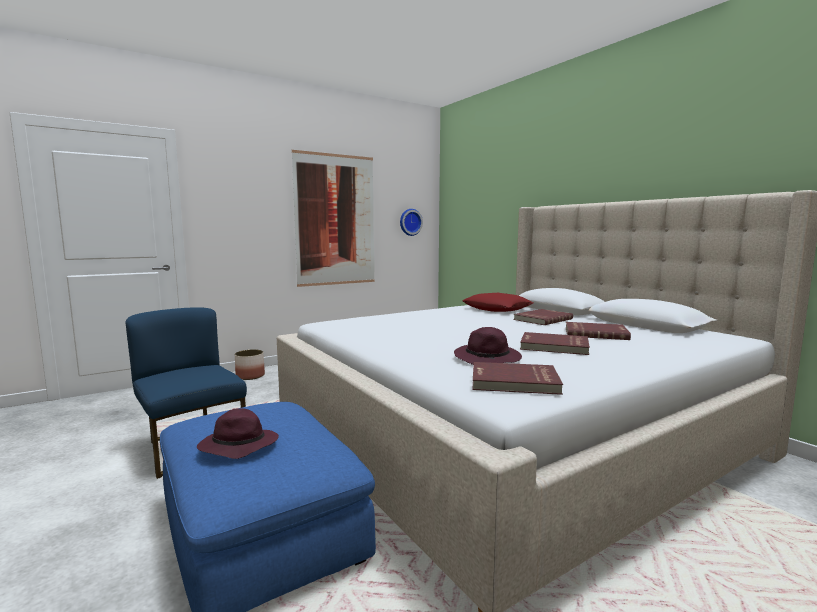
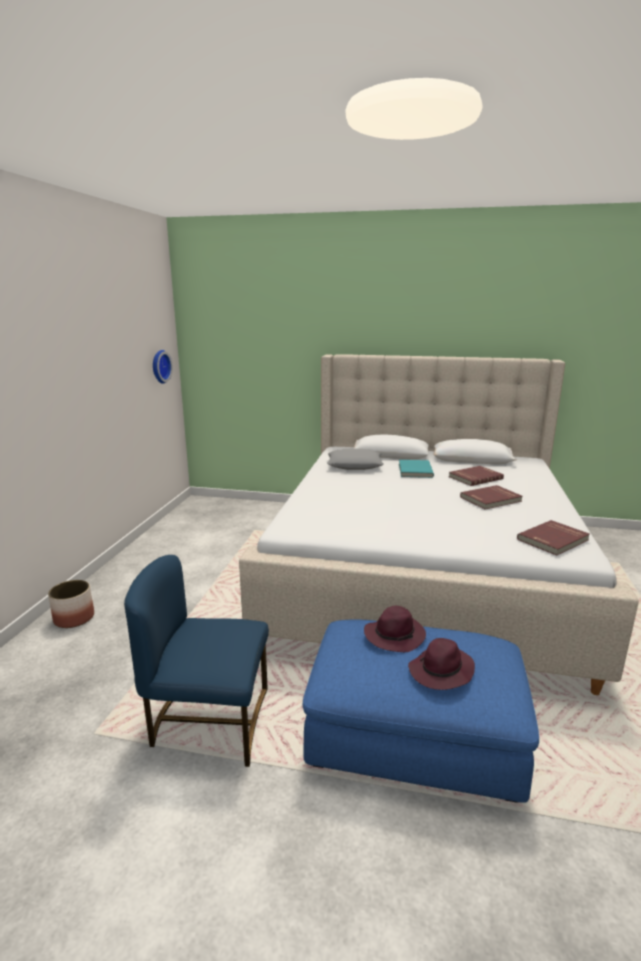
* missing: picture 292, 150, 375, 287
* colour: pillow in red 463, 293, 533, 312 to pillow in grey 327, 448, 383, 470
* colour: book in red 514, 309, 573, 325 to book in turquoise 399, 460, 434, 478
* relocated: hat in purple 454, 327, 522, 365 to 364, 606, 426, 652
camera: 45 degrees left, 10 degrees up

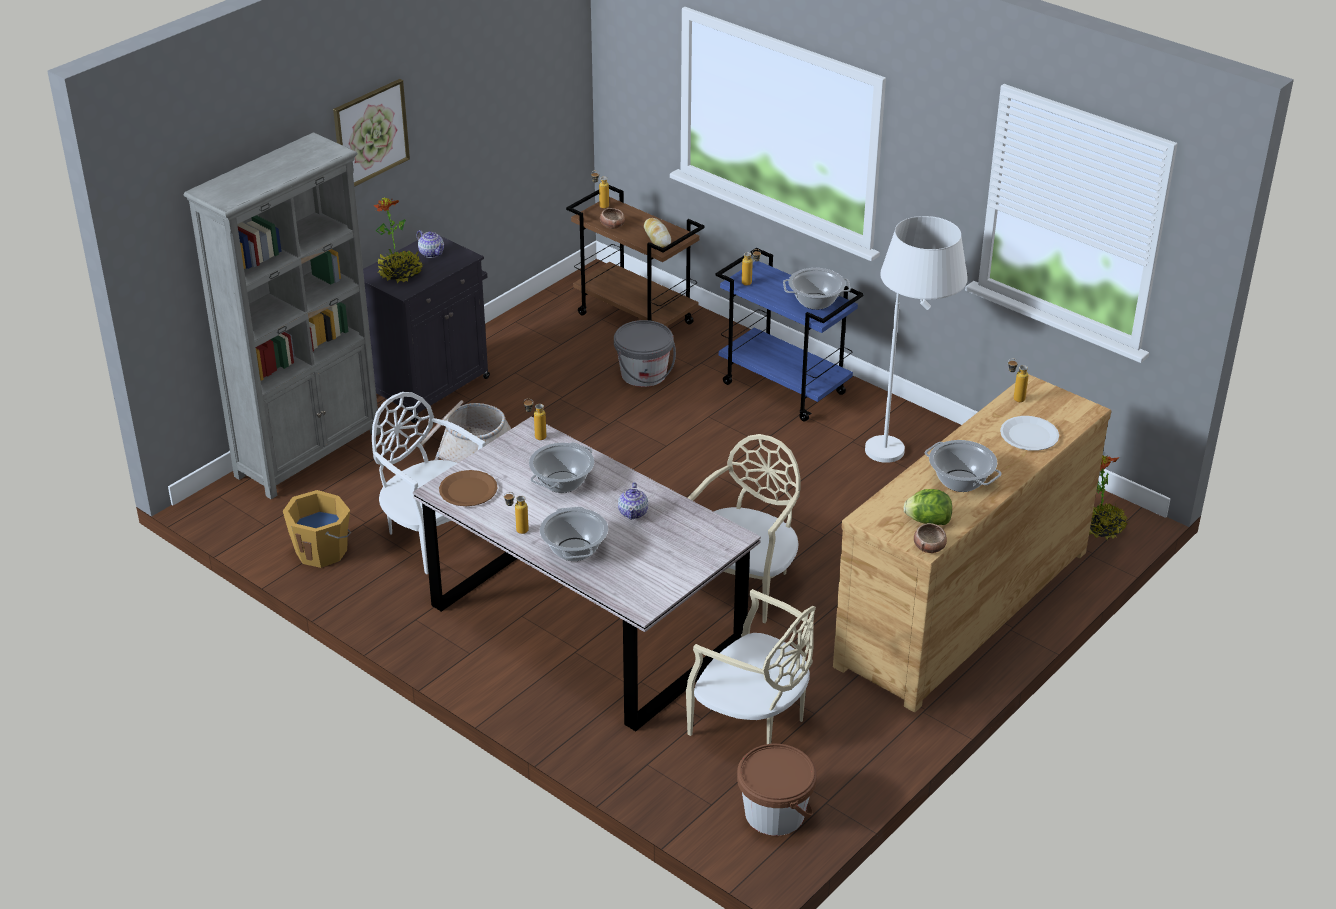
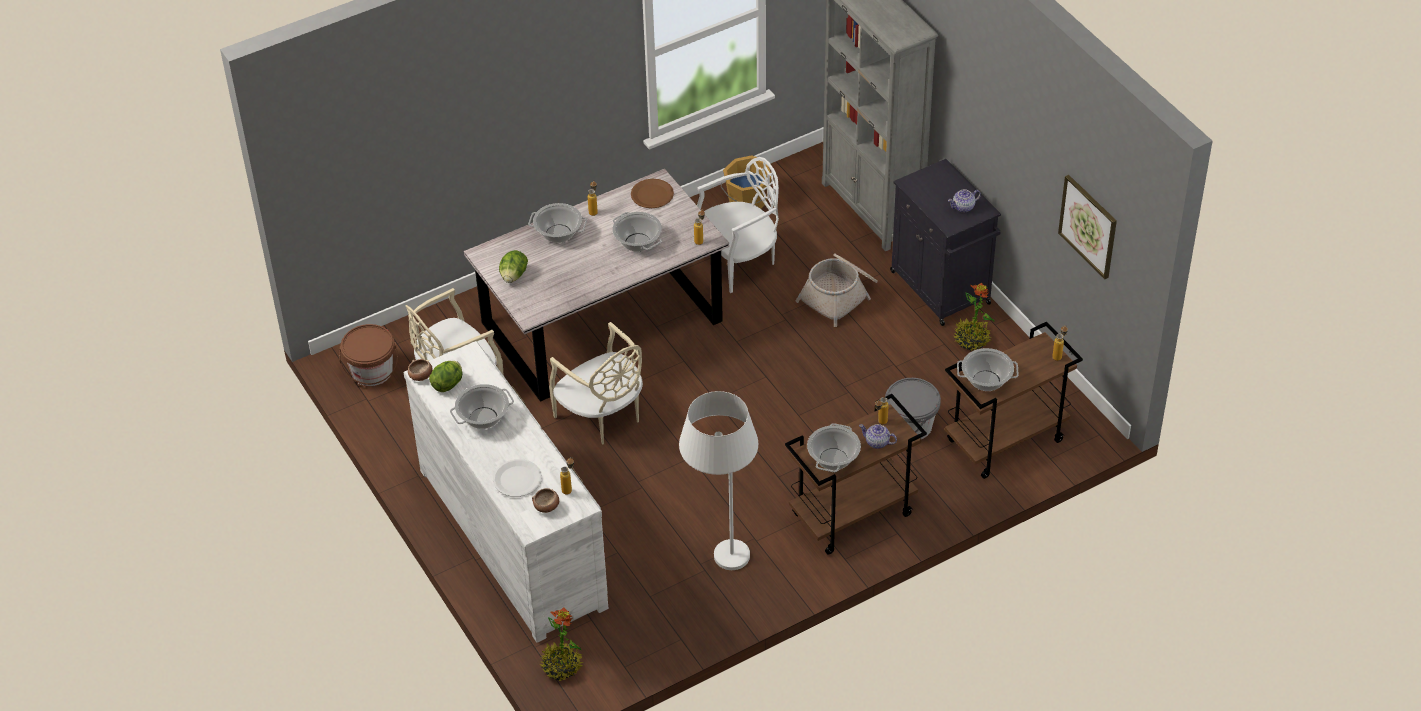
* relocated: picture 333, 79, 410, 187 to 1058, 175, 1117, 279
* relocated: potted plant 373, 197, 423, 283 to 954, 283, 995, 350
* relocated: bowl 600, 208, 625, 229 to 532, 488, 559, 513
* exchanged: bread 644, 218, 671, 248 to cooking pot 957, 348, 1019, 391
* colour: cart in blue 716, 248, 864, 422 to cart in brown 785, 394, 927, 555
* colour: dresser in brown 833, 374, 1111, 712 to dresser in white 404, 341, 608, 643
* relocated: teapot 618, 482, 648, 520 to 859, 424, 897, 449
* appeared: lettuce 499, 250, 528, 283
camera: 110 degrees right, 10 degrees up

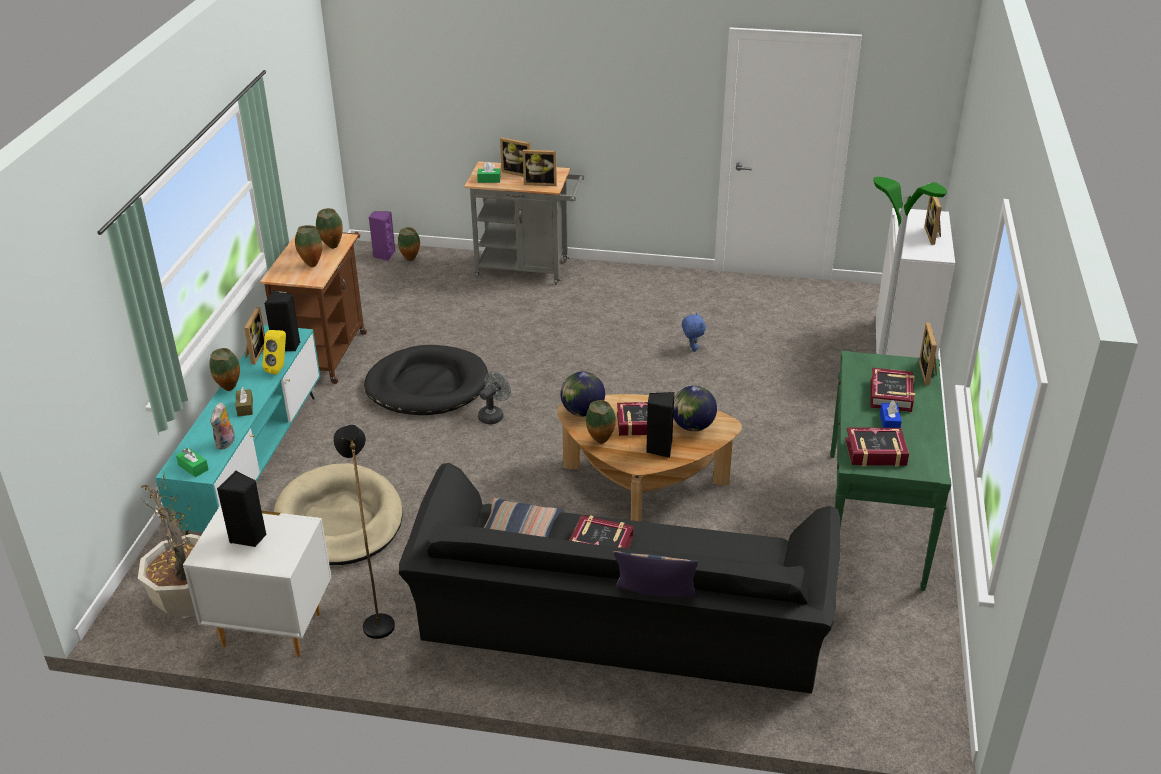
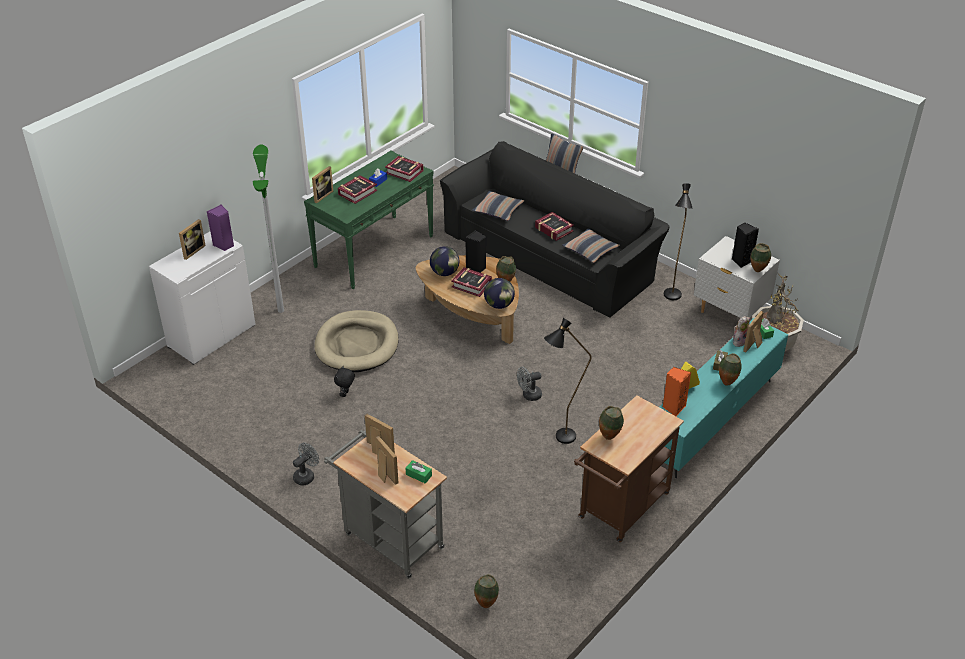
* relocated: speaker in purple 369, 211, 395, 261 to 206, 204, 234, 251
* relocated: vase 295, 225, 322, 267 to 751, 243, 771, 272
* colour: speaker in black 264, 291, 300, 351 to speaker in orange 663, 367, 691, 416
* relocated: picture frame 244, 307, 265, 365 to 743, 311, 764, 352
* colour: plush toy in blue 682, 312, 706, 352 to plush toy in black 334, 366, 355, 397
* exchanged: dog bed in black 364, 345, 488, 415 to floor lamp in black 544, 318, 592, 444
* relocated: dog bed in beige 274, 463, 403, 565 to 315, 310, 399, 372
* appeared: pillow 472, 191, 524, 221
* appeared: fan in grey 293, 443, 319, 486
camera: 150 degrees left, 5 degrees up

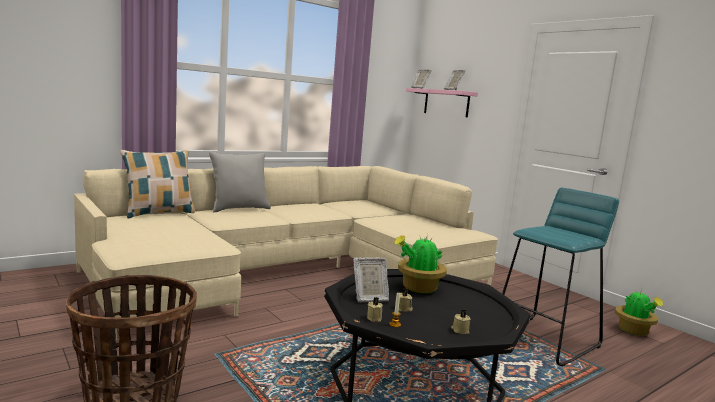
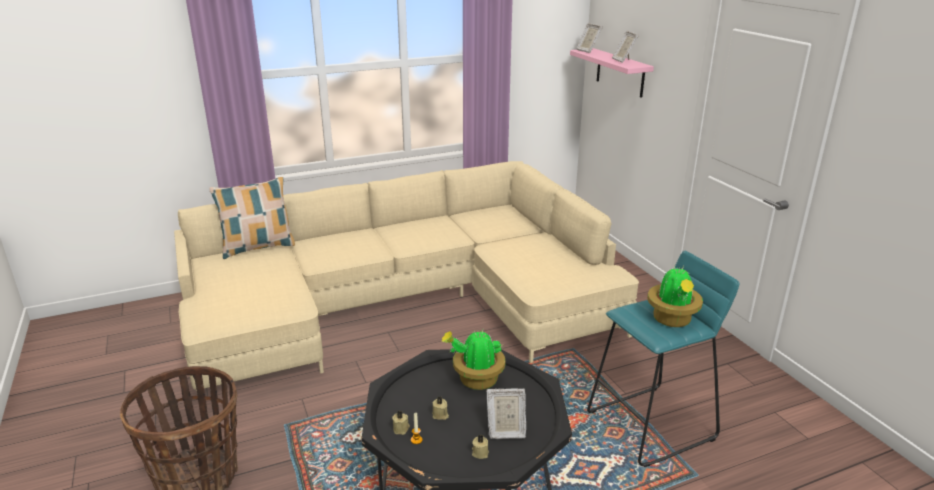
* missing: pillow in grey 209, 152, 271, 212
* relocated: picture frame 353, 258, 389, 302 to 486, 388, 526, 439
* relocated: potted plant 615, 290, 663, 336 to 647, 266, 703, 327
camera: 15 degrees right, 15 degrees up

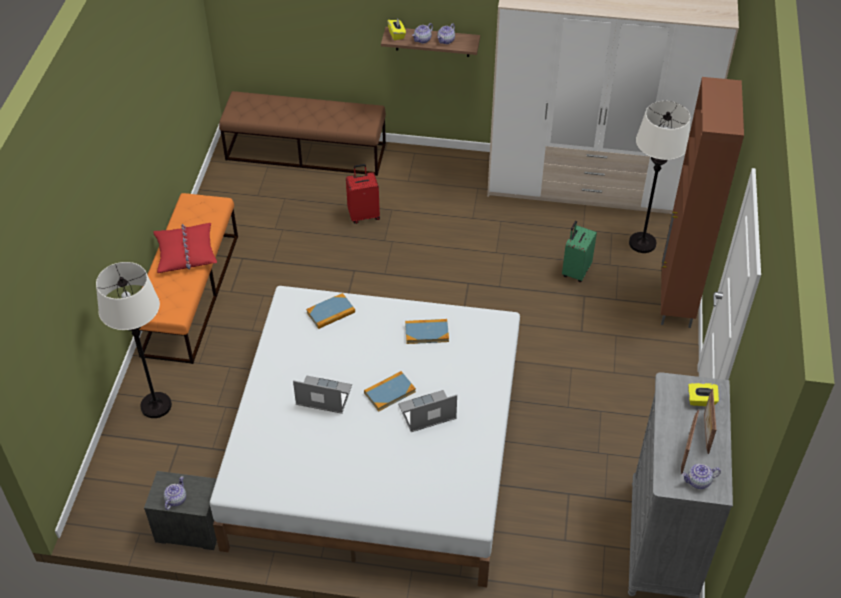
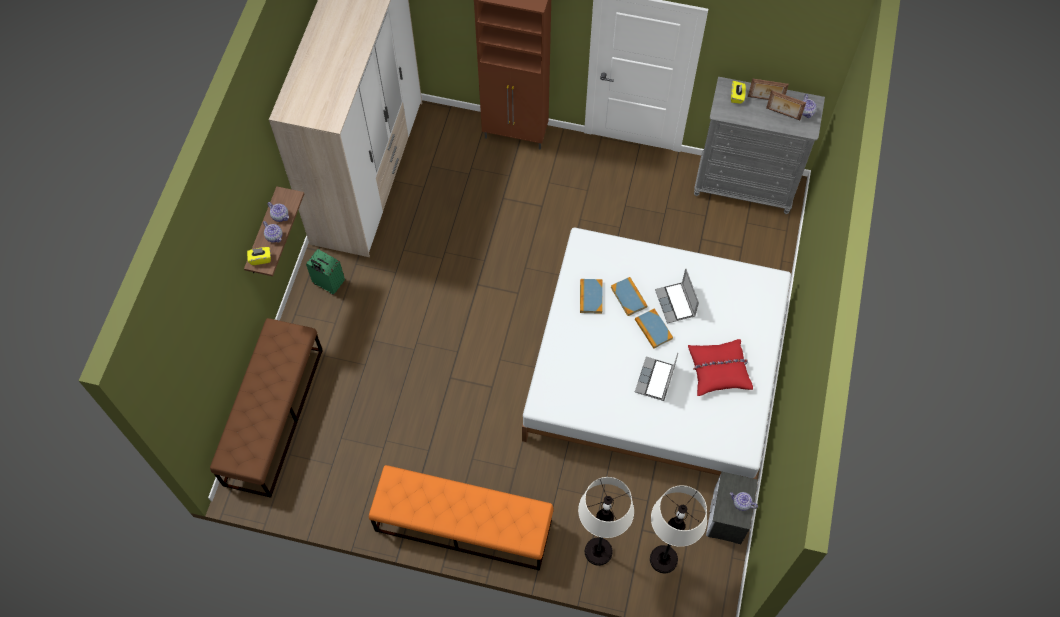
* relocated: floor lamp in white 629, 101, 690, 253 to 650, 485, 707, 573
* missing: suitcase in red 346, 164, 380, 224
* relocated: suitcase in green 562, 221, 597, 282 to 306, 249, 345, 295
* relocated: pillow in red 153, 223, 217, 273 to 688, 339, 753, 396
* relocated: book 306, 293, 355, 329 to 611, 277, 648, 316
camera: 85 degrees left, 15 degrees up

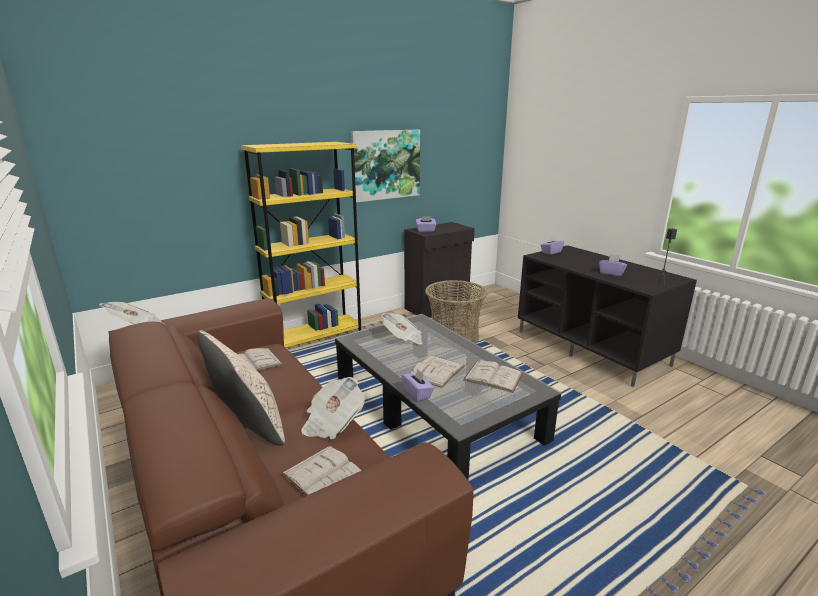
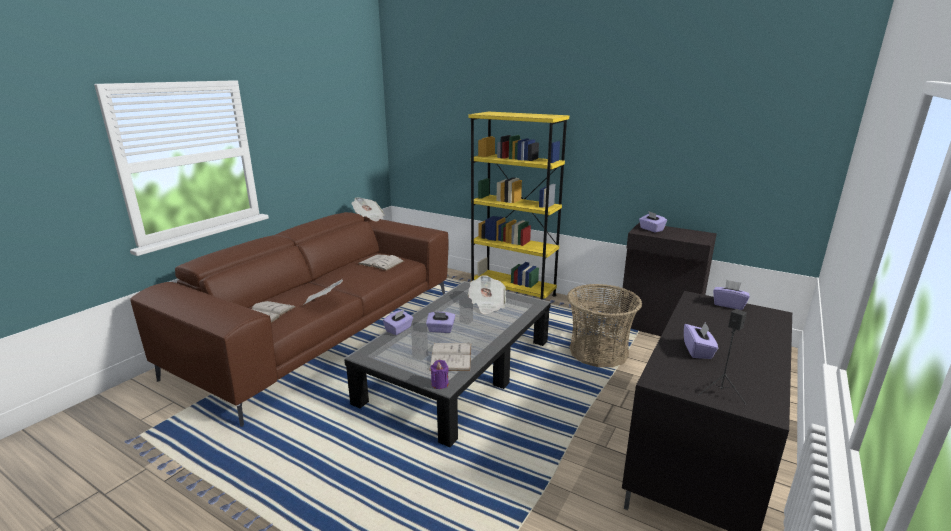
* missing: picture 351, 130, 420, 202
* missing: pillow in beige 197, 330, 285, 446
* exchanged: book in white 410, 356, 464, 388 to tissue box in purple 426, 312, 455, 333
* appeared: candle in purple 430, 360, 449, 389
camera: 65 degrees right, 0 degrees up

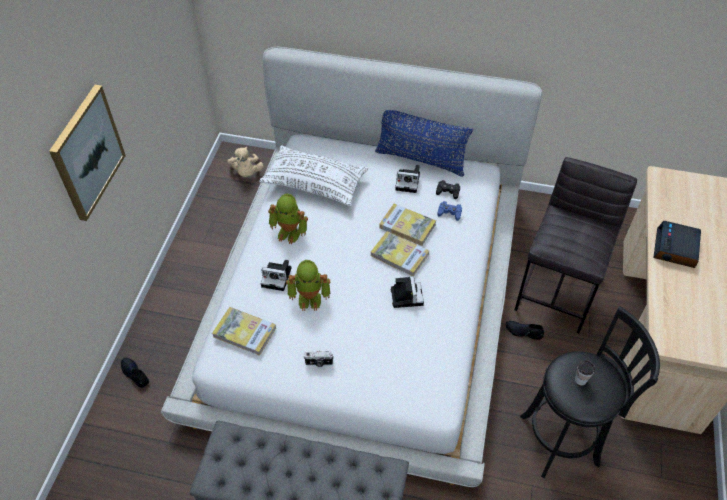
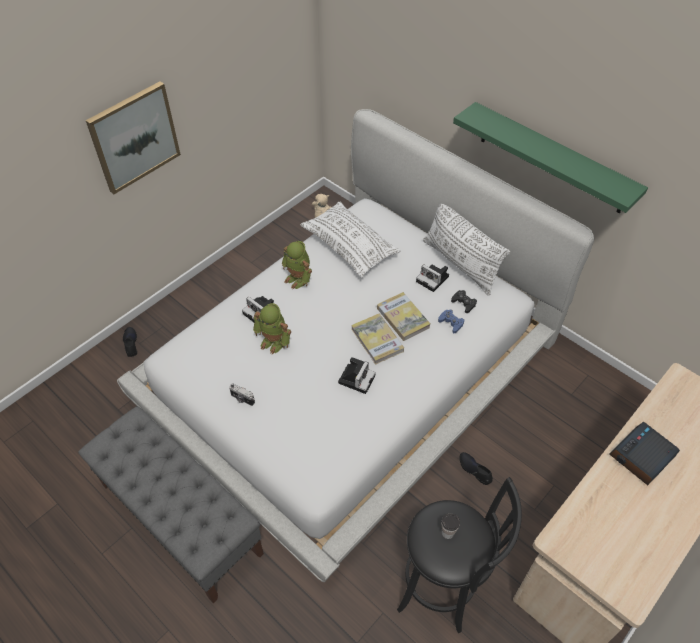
* colour: pillow in blue 375, 110, 473, 177 to pillow in white 423, 204, 510, 296
* missing: stool in grey 515, 157, 637, 334
* missing: book 212, 307, 276, 356
* appeared: shelf in green 453, 102, 648, 213
camera: 30 degrees right, 0 degrees up

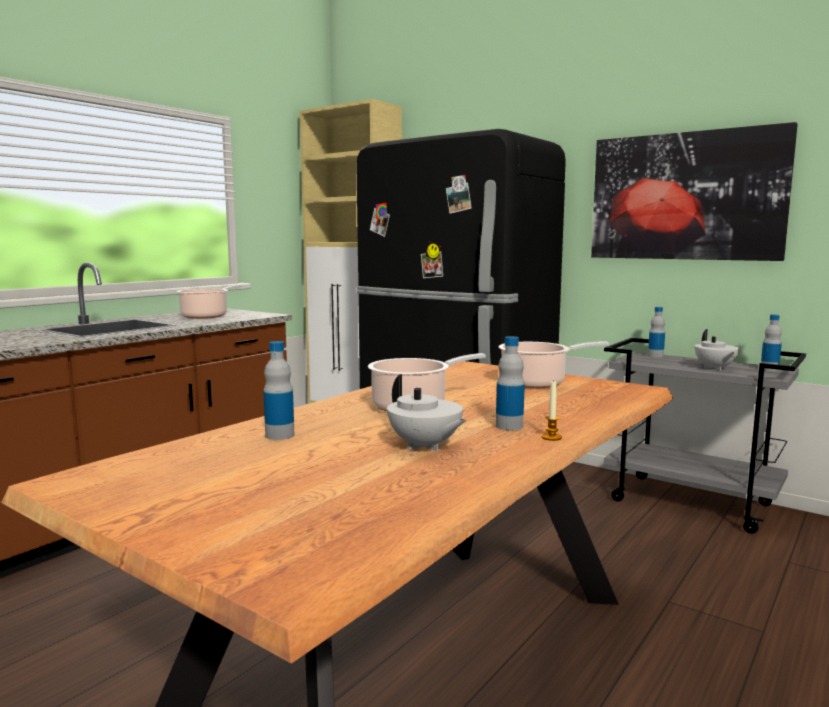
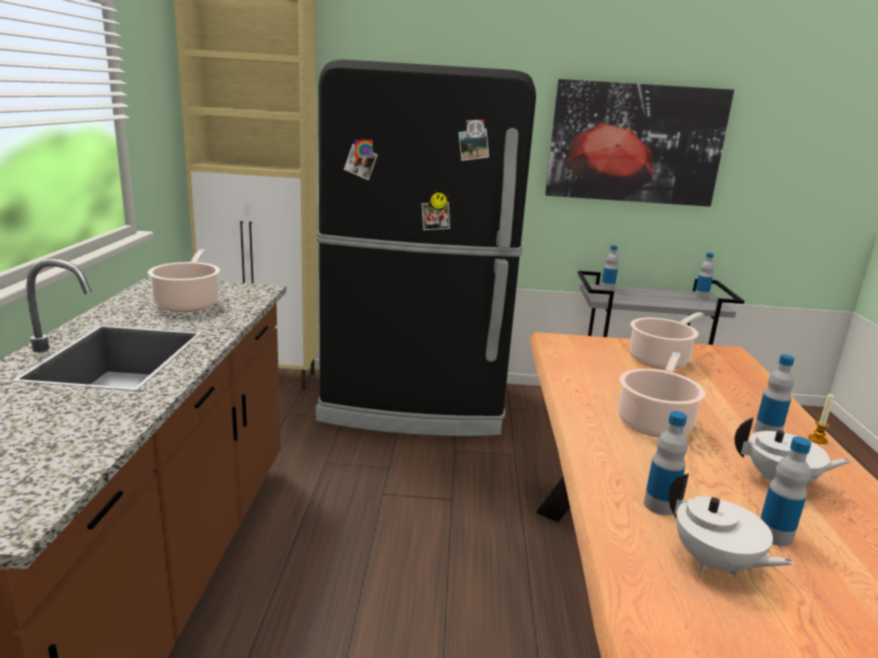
* relocated: teapot in white 694, 329, 739, 370 to 669, 473, 795, 576
* appeared: bottle 760, 437, 812, 546
camera: 35 degrees left, 10 degrees up

